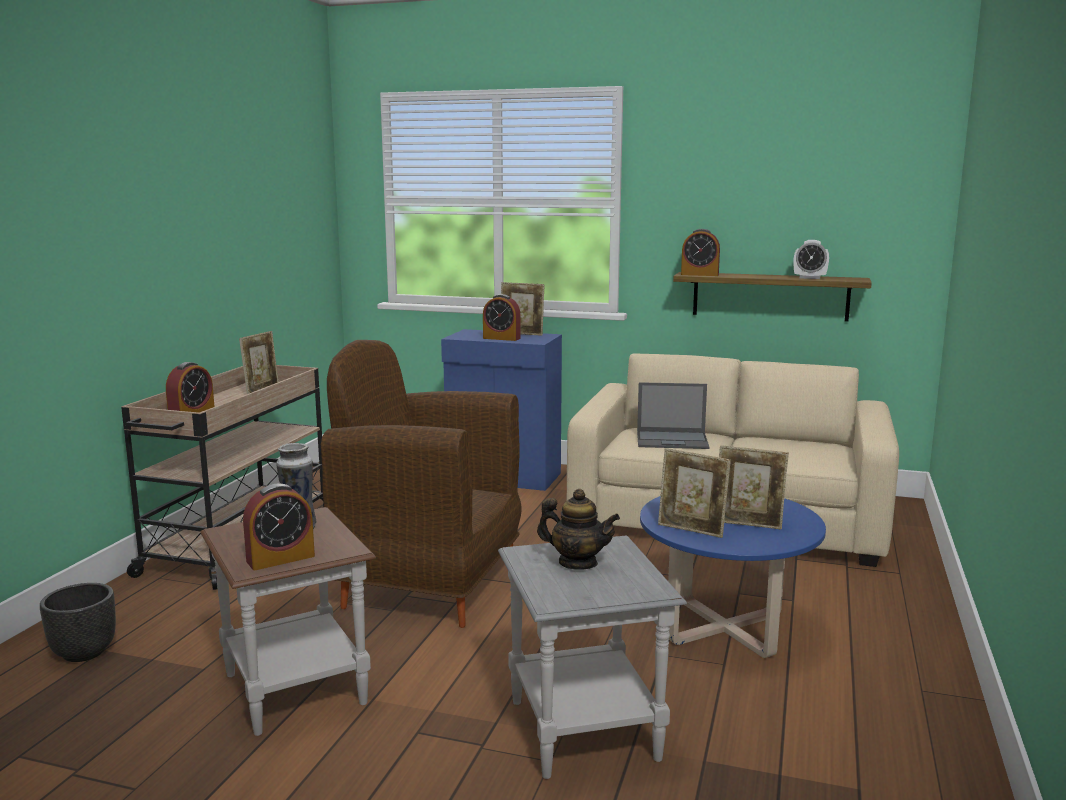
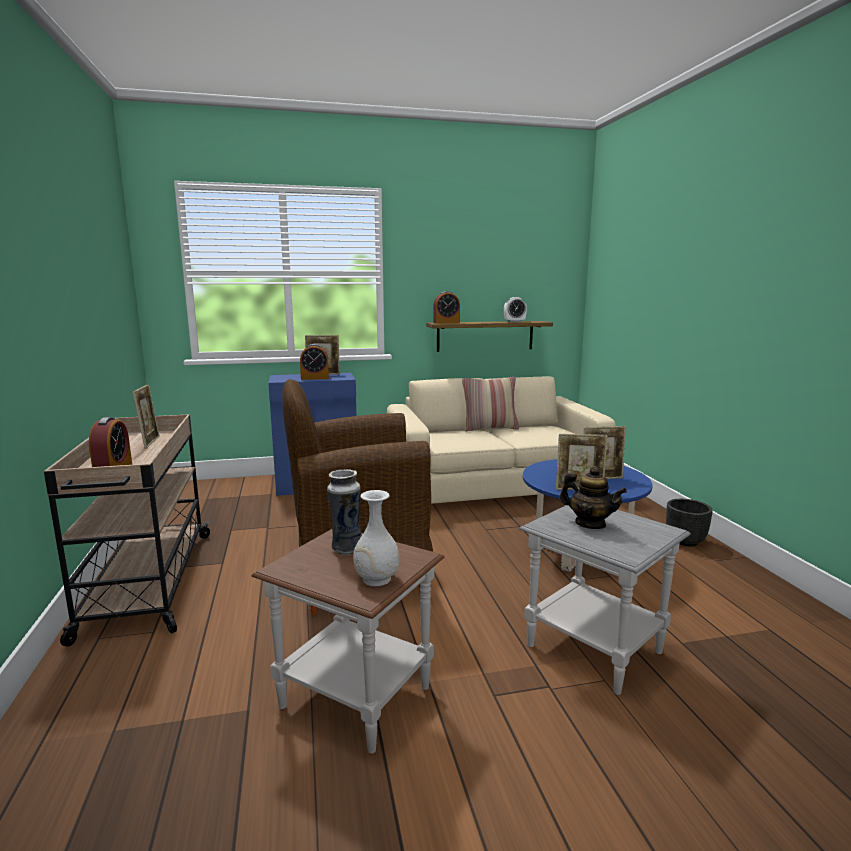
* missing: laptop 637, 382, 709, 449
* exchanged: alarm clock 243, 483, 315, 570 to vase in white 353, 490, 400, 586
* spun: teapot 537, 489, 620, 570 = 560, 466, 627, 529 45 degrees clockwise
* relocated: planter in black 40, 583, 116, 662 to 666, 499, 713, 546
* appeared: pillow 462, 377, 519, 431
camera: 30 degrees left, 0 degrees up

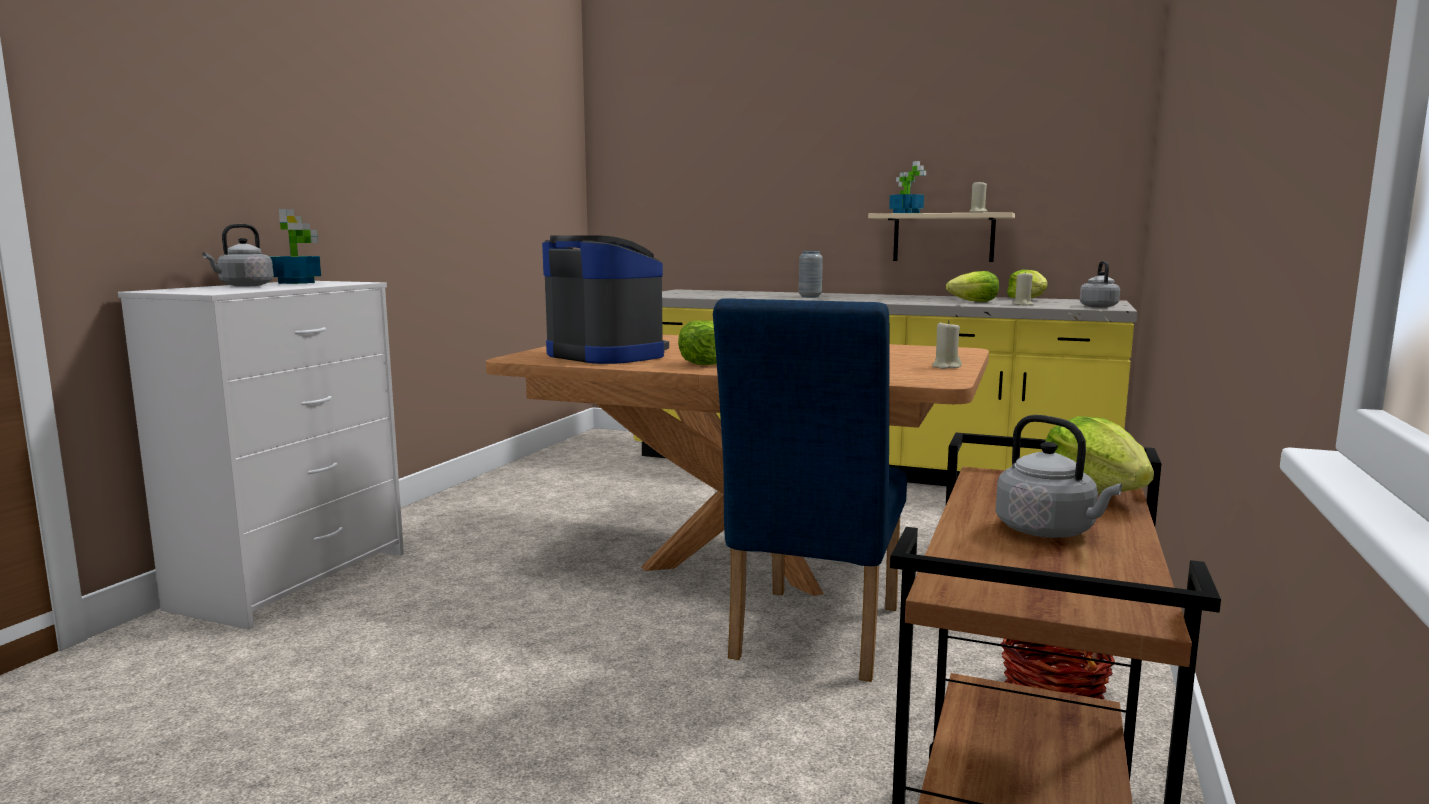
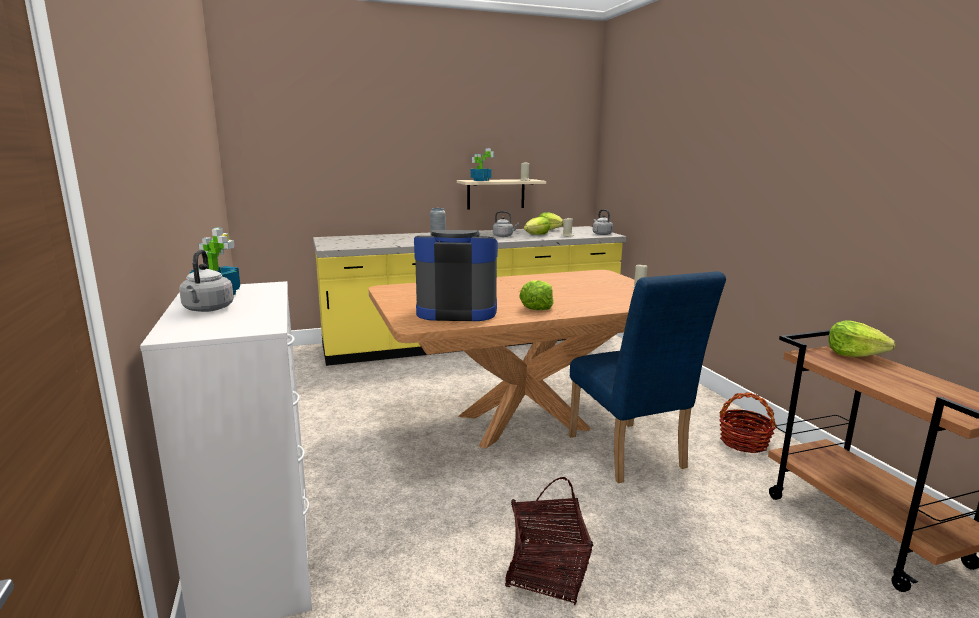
* relocated: kettle in grey 996, 415, 1122, 538 to 493, 211, 519, 237
* appeared: basket 505, 477, 593, 605
camera: 40 degrees left, 5 degrees up

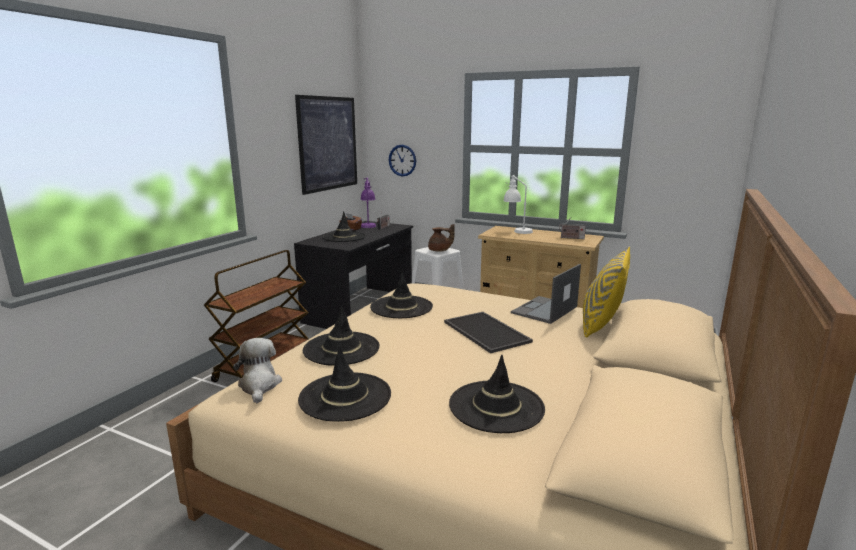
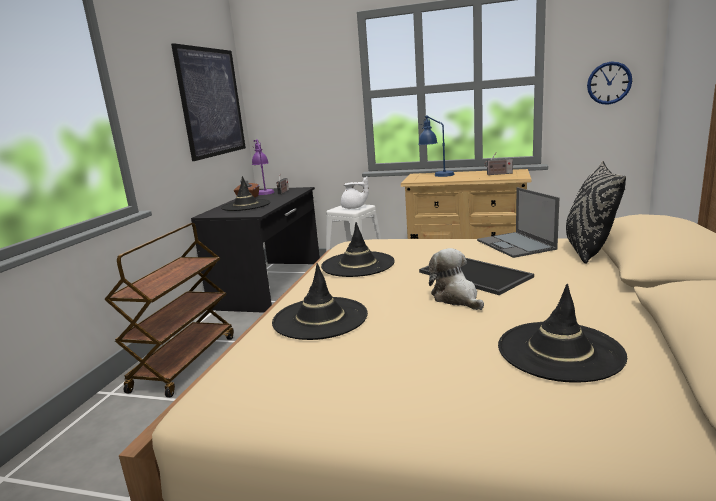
* relocated: wall clock 389, 145, 416, 176 to 587, 62, 632, 105
* colour: table lamp in white 503, 175, 533, 234 to table lamp in blue 419, 115, 455, 177
* colour: teapot in brown 428, 224, 455, 252 to teapot in white 341, 177, 369, 209
* colour: pillow in yellow 583, 247, 630, 338 to pillow in black 566, 161, 626, 264
* spun: laptop 511, 264, 581, 324 = 477, 187, 559, 258 45 degrees counterclockwise
* relocated: plush toy 233, 338, 282, 404 to 429, 248, 484, 310
* missing: hat in black 298, 345, 391, 422
camera: 10 degrees left, 0 degrees up

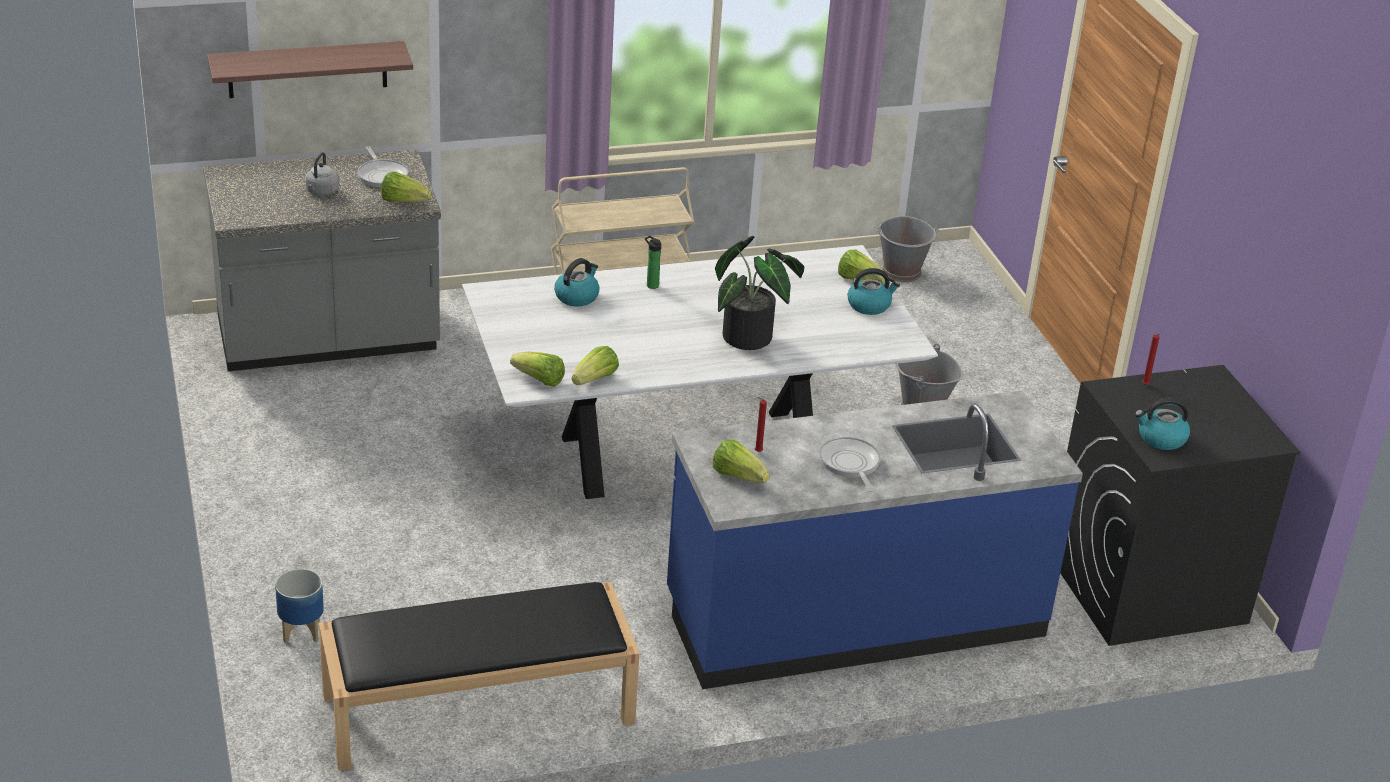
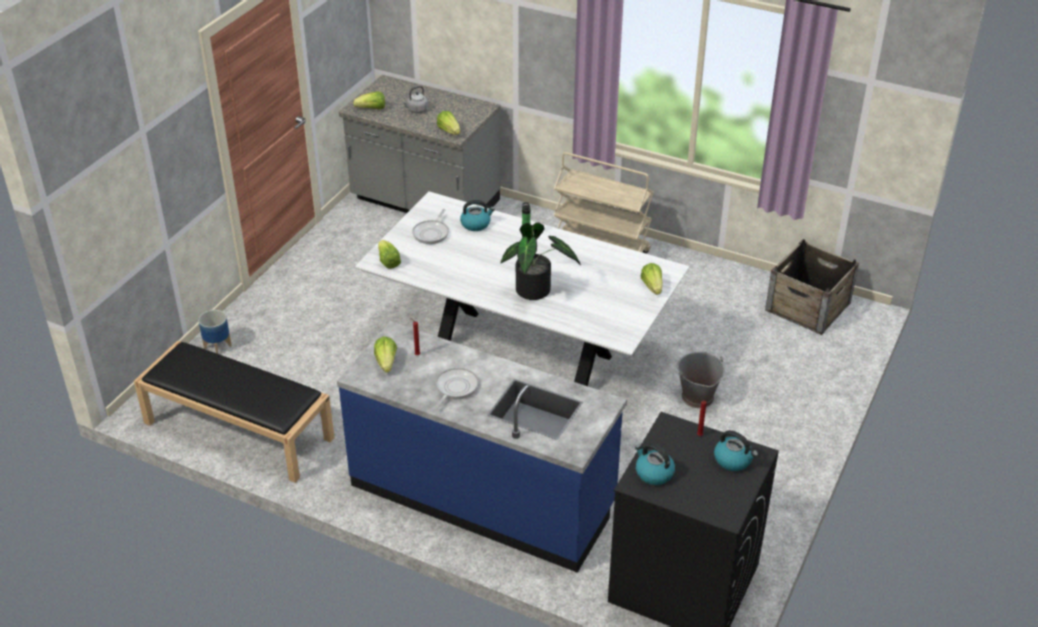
* missing: shelf 207, 41, 413, 98
* relocated: frying pan 358, 146, 409, 188 to 412, 209, 449, 244
* exchanged: bucket in grey 876, 216, 939, 283 to crate 765, 239, 859, 335
* relocated: kettle 848, 268, 900, 315 to 714, 430, 758, 471
* relocated: lettuce 572, 346, 619, 385 to 353, 91, 385, 110
camera: 45 degrees right, 5 degrees up

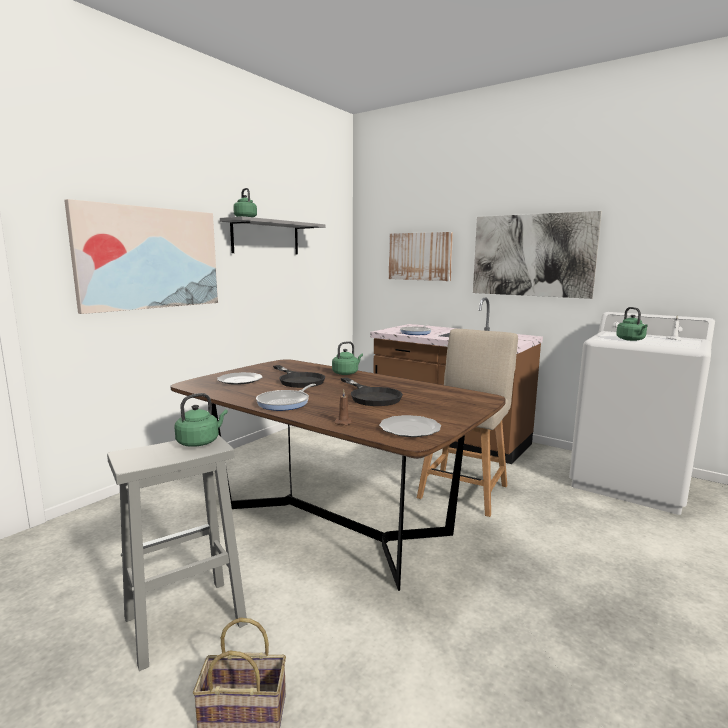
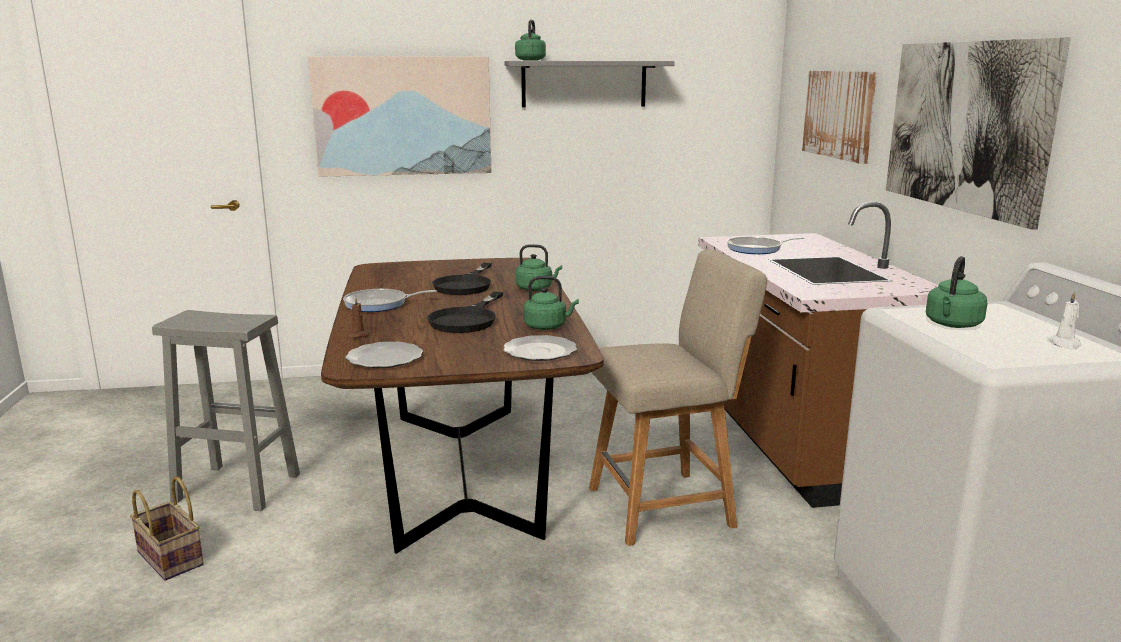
* relocated: plate 217, 372, 263, 385 to 503, 335, 577, 361
* relocated: kettle in green 175, 393, 228, 447 to 523, 276, 579, 330
camera: 45 degrees right, 5 degrees up

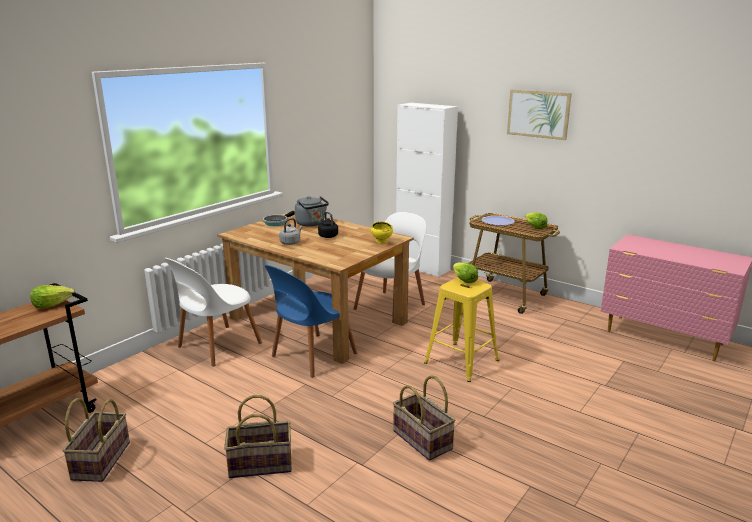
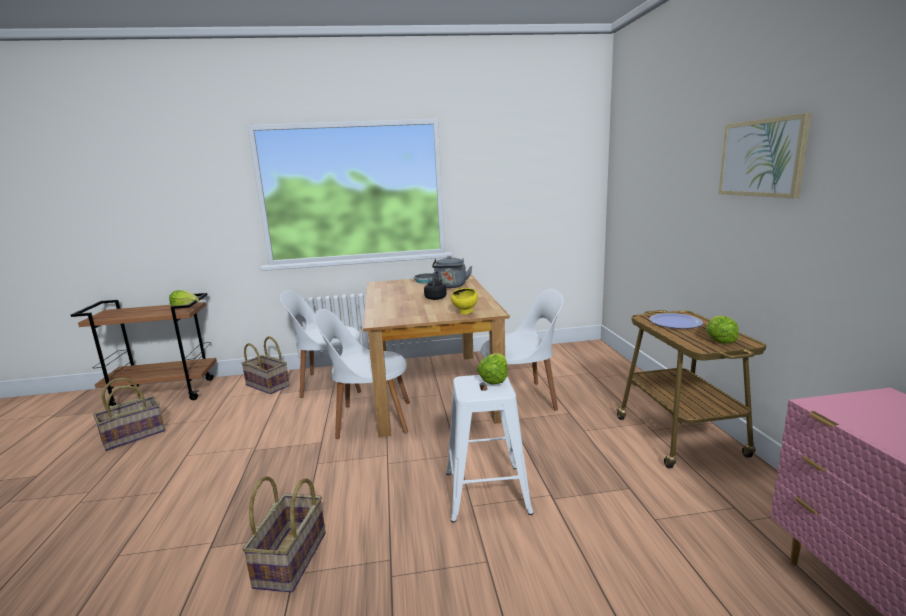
* missing: cabinet in white 396, 103, 458, 277
* missing: kettle in grey 279, 218, 303, 245
* colour: chair in blue 265, 265, 357, 378 to chair in white 314, 309, 410, 439
* colour: stool in yellow 424, 277, 499, 382 to stool in white 446, 375, 534, 522
* relocated: basket 224, 395, 292, 478 to 241, 336, 290, 394
camera: 45 degrees right, 5 degrees down

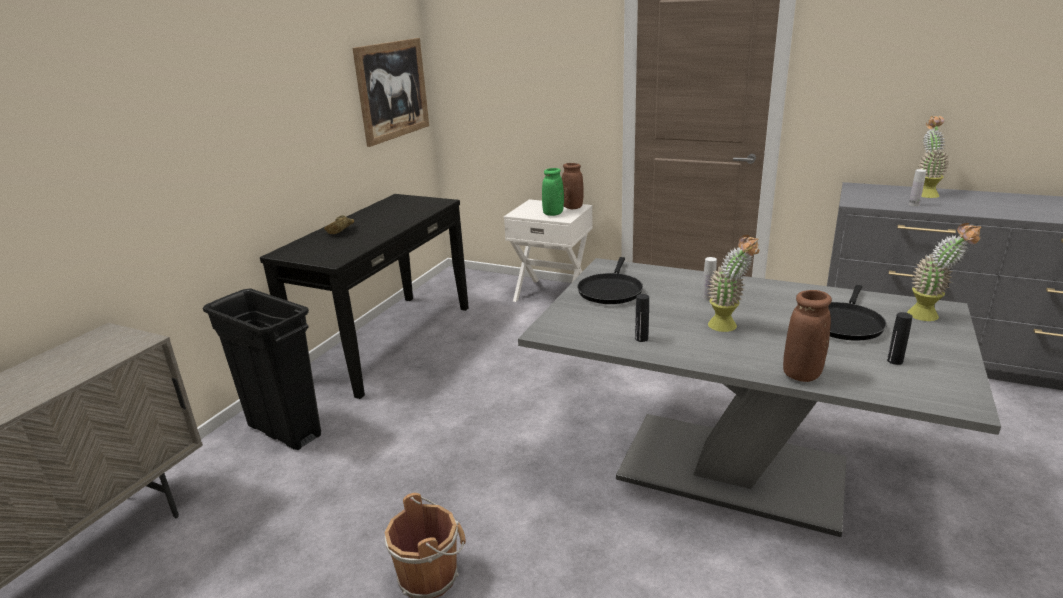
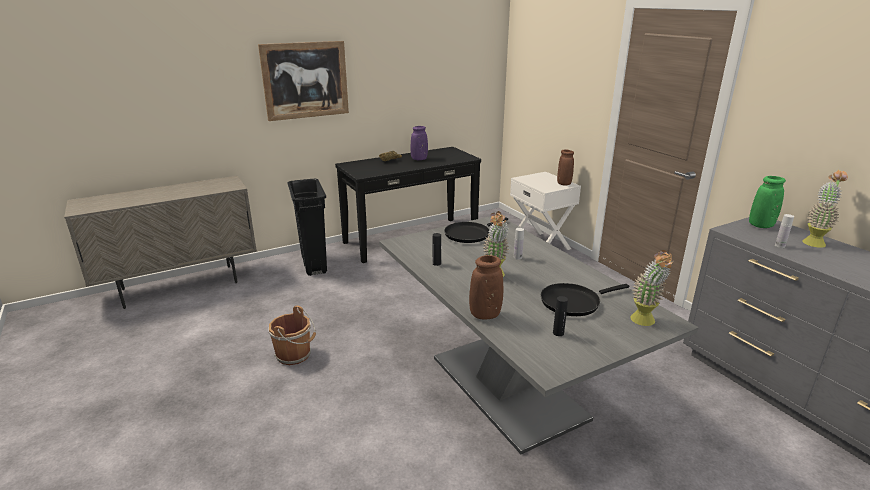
* relocated: picture 352, 38, 429, 147 to 258, 41, 349, 121
* relocated: vase in green 542, 168, 564, 216 to 749, 176, 786, 228
* appeared: vase in purple 410, 126, 428, 160
camera: 35 degrees right, 0 degrees up

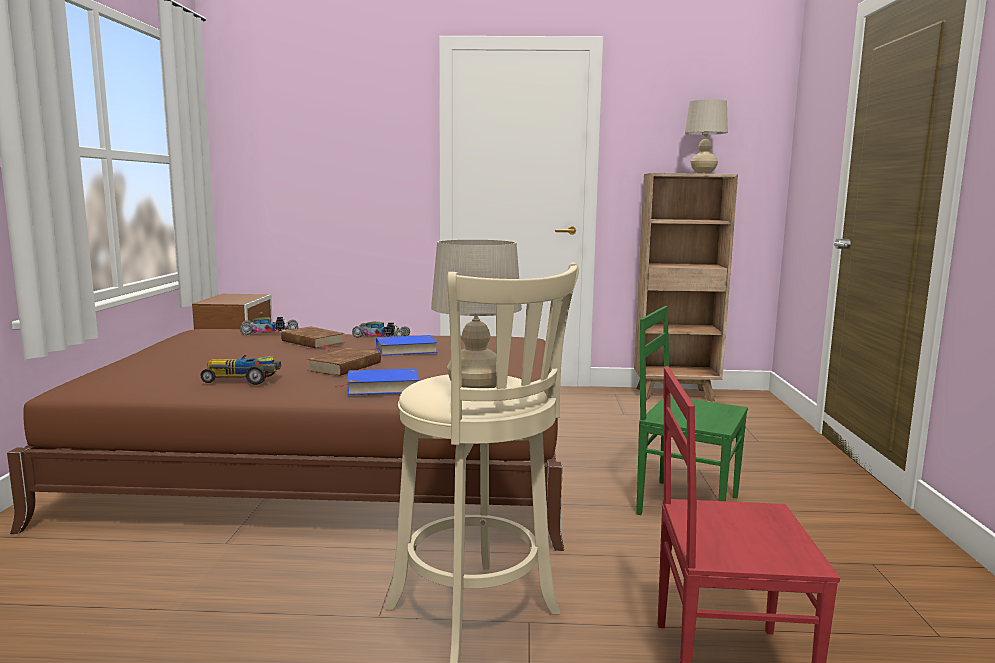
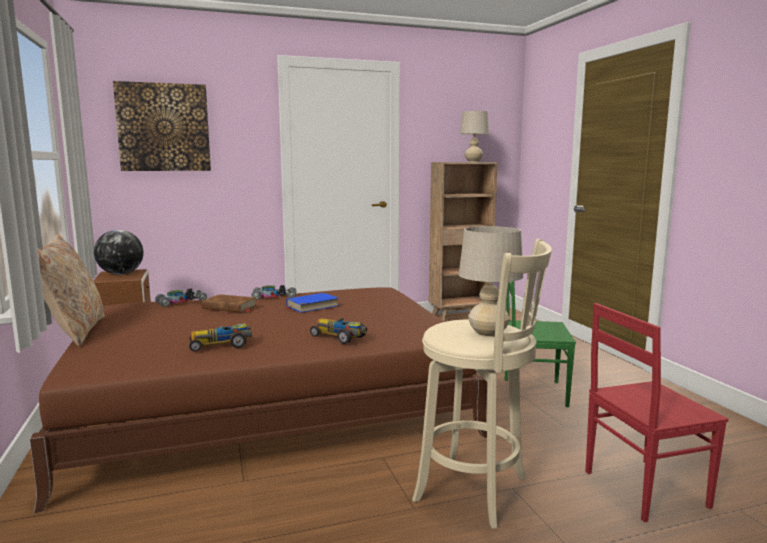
* missing: book in brown 307, 347, 381, 376
* exchanged: book in blue 336, 369, 419, 395 to toy car 310, 318, 367, 344
* appeared: picture 113, 81, 211, 171
* appeared: globe 94, 230, 143, 275
* appeared: pillow in beige 38, 234, 105, 346
camera: 20 degrees left, 0 degrees up

